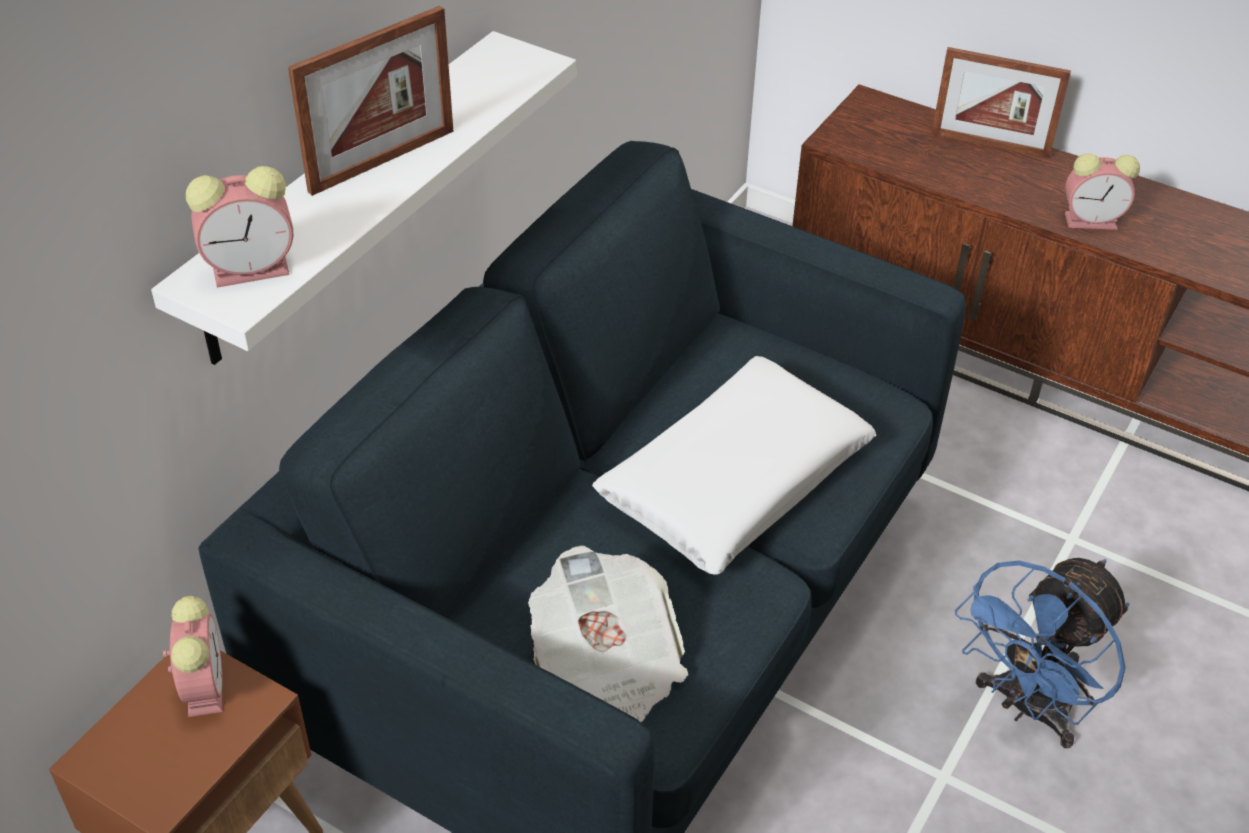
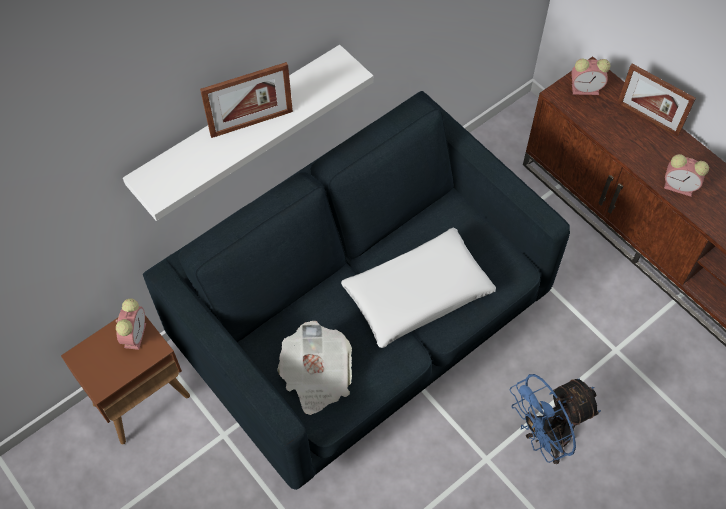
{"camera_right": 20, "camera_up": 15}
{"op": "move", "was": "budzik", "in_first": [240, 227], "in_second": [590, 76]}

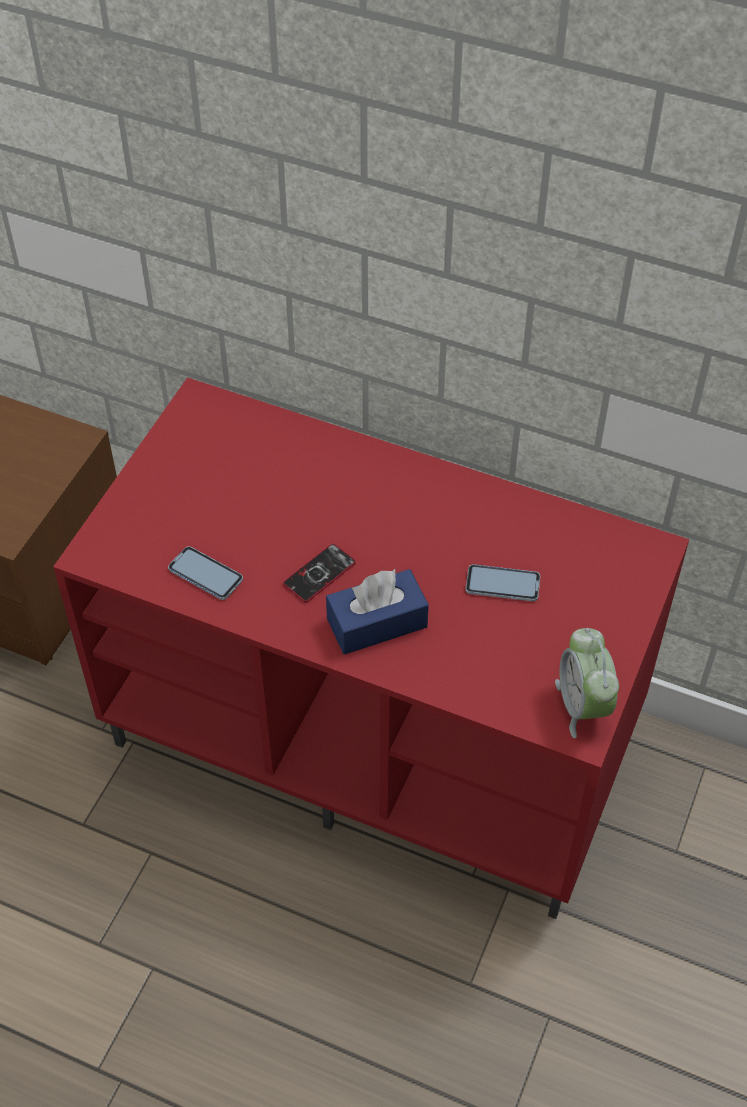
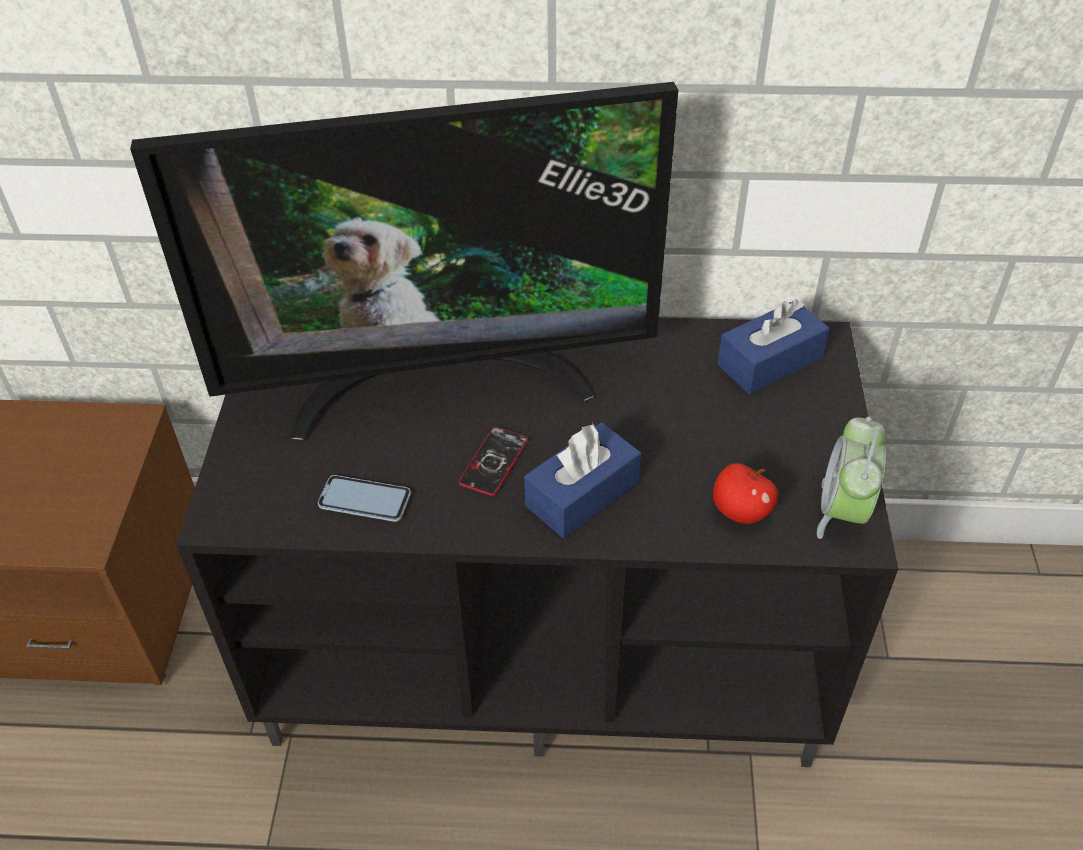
{"camera_right": -20, "camera_up": -5}
{"op": "insert", "now": "telewizor", "in_second": [404, 261]}
{"op": "recolor", "was": "szafka pod telewizor [czerwony]", "now": "szafka pod telewizor [czarny]", "in_first": [371, 648], "in_second": [537, 542]}
{"op": "insert", "now": "jabłko", "in_second": [745, 493]}
{"op": "insert", "now": "pudełko chusteczek [niebieski]", "in_second": [773, 346]}
{"op": "rotate", "was": "budzik", "in_first": [587, 683], "in_second": [851, 478], "clockwise": 45}
{"op": "delete", "was": "telefon", "in_first": [502, 582]}

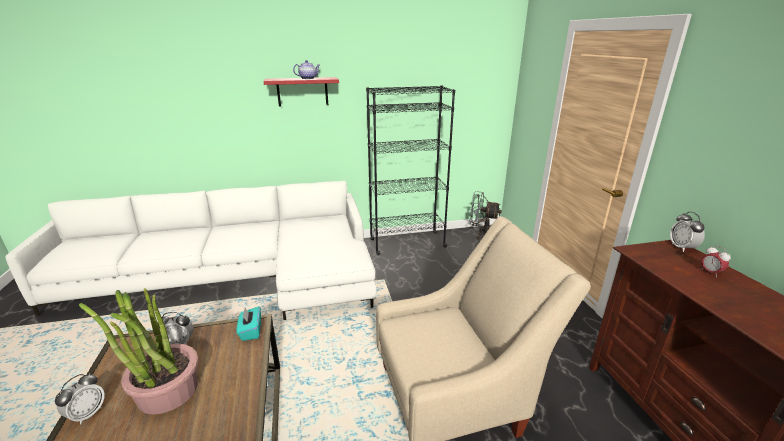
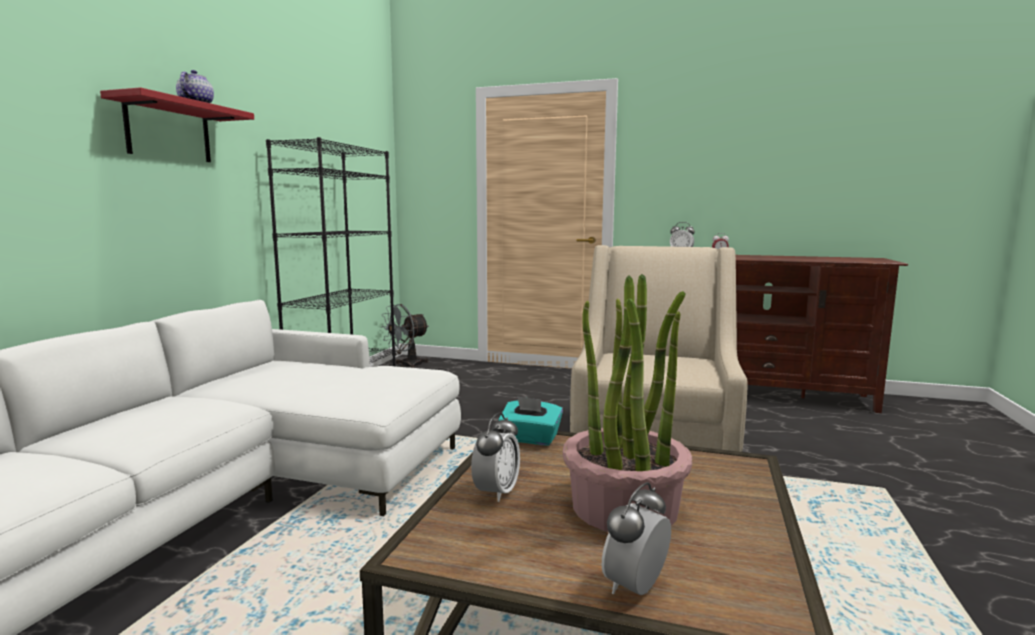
{"camera_right": -60, "camera_up": -15}
{"op": "rotate", "was": "budzik", "in_first": [80, 399], "in_second": [636, 538], "clockwise": -105}

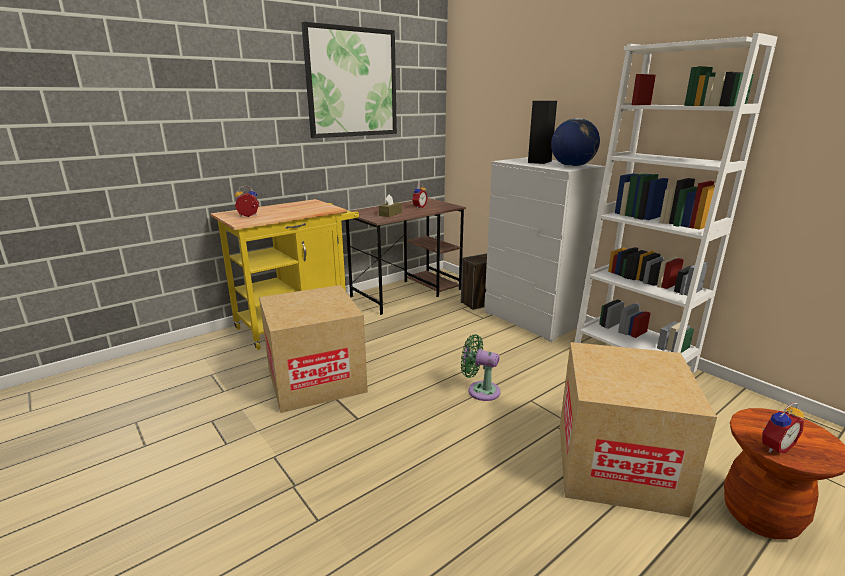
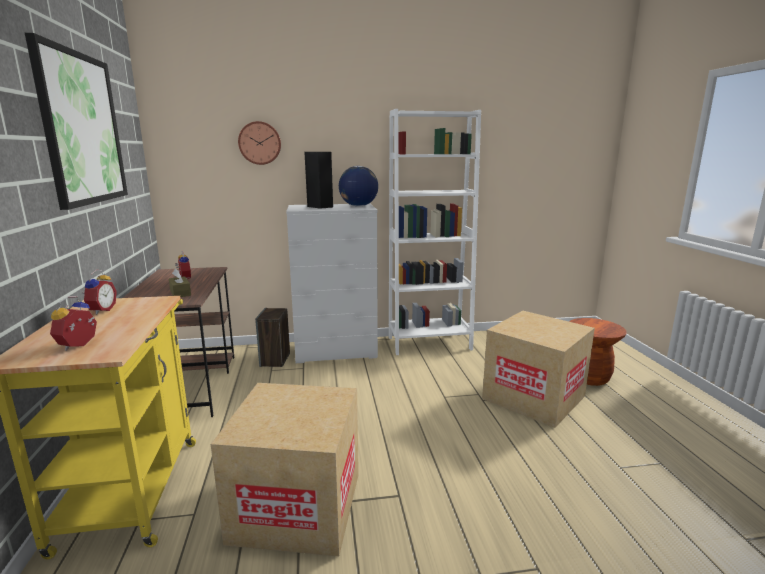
{"camera_right": -60, "camera_up": -5}
{"op": "move", "was": "budzik", "in_first": [783, 428], "in_second": [100, 292]}
{"op": "insert", "now": "zegar ścienny", "in_second": [259, 143]}
{"op": "delete", "was": "wentylator [zielony]", "in_first": [481, 367]}

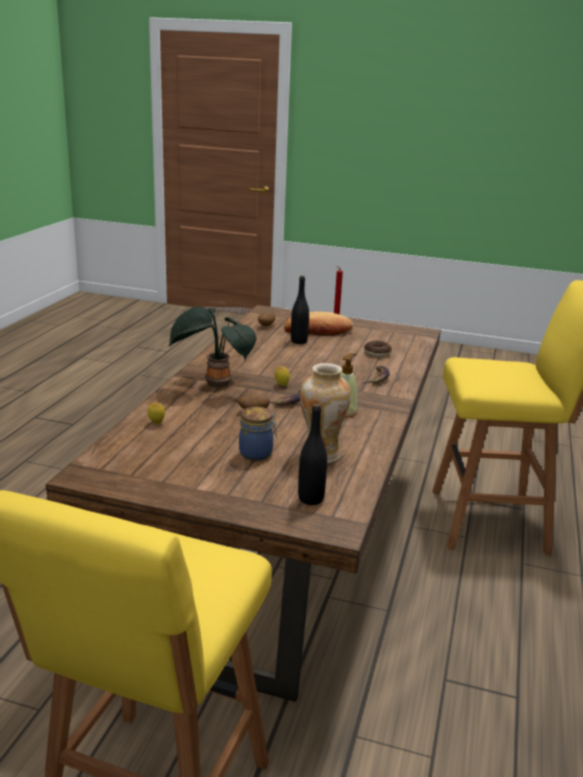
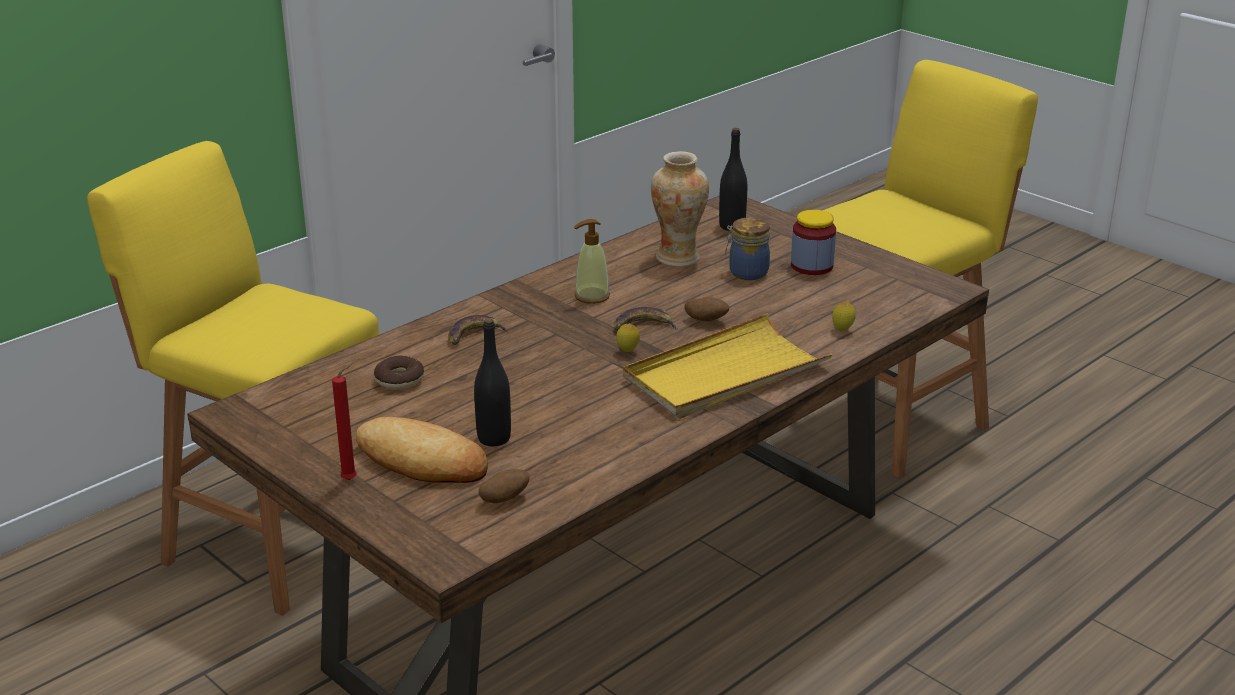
{"camera_right": -150, "camera_up": 5}
{"op": "replace", "was": "roślina doniczkowa", "now": "taca [żółty]", "in_first": [212, 347], "in_second": [727, 366]}
{"op": "insert", "now": "słoik", "in_second": [813, 242]}

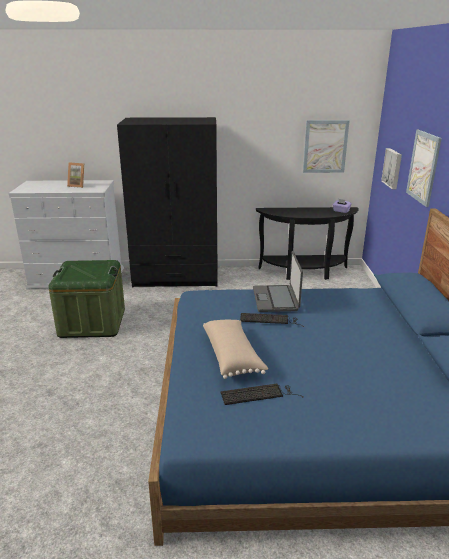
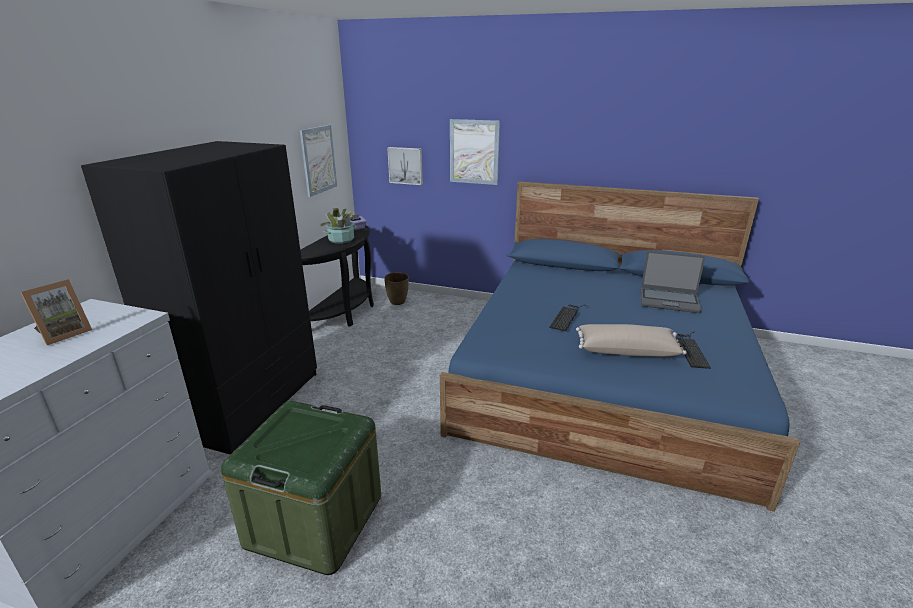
{"camera_right": -70, "camera_up": 0}
{"op": "insert", "now": "roślina doniczkowa", "in_second": [338, 225]}
{"op": "insert", "now": "wazon [brązowy]", "in_second": [396, 288]}
{"op": "move", "was": "laptop", "in_first": [278, 281], "in_second": [673, 282]}

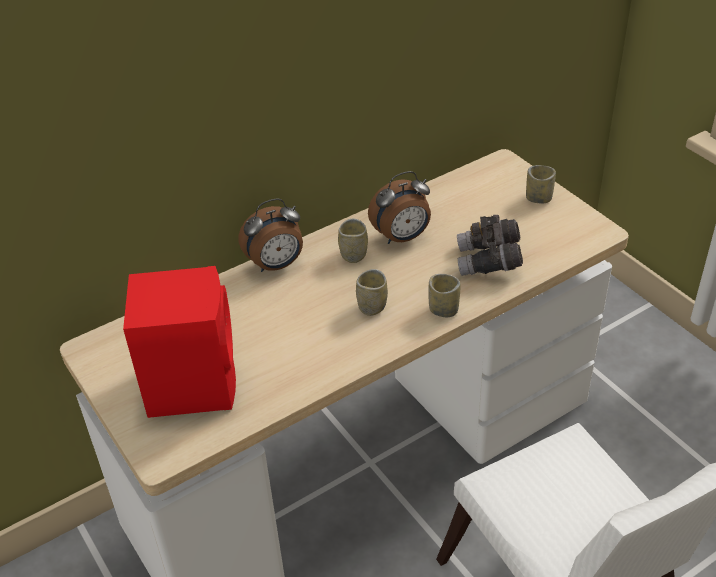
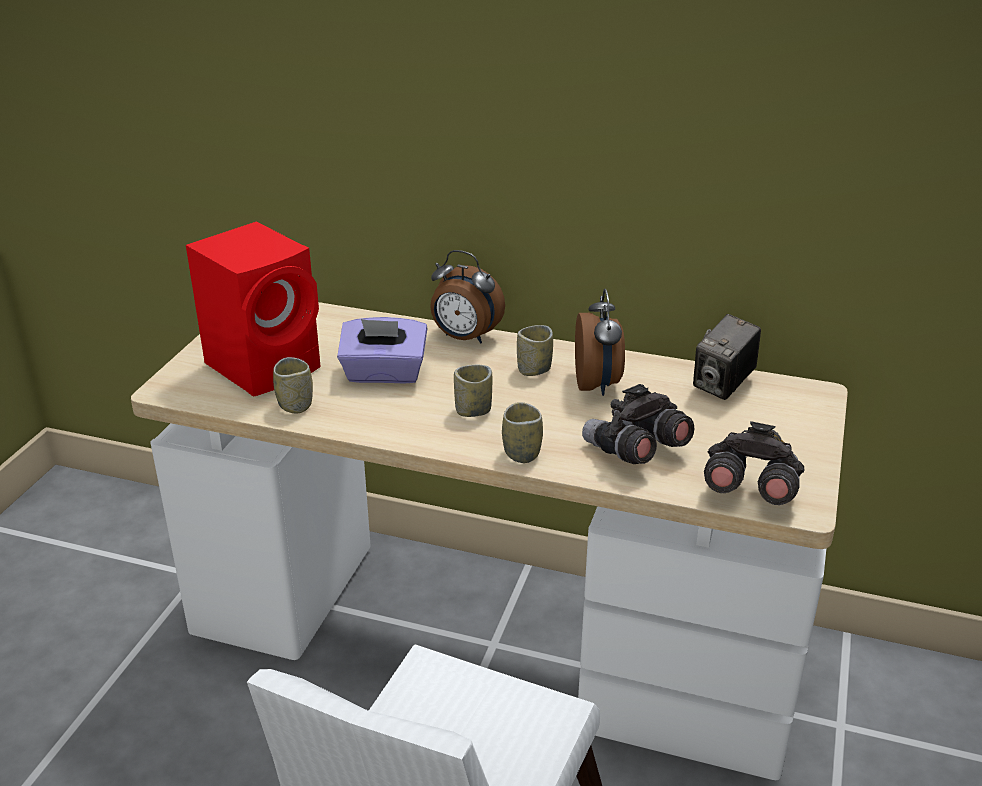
{"camera_right": 50, "camera_up": -10}
{"op": "move", "was": "filiżanka", "in_first": [541, 184], "in_second": [293, 385]}
{"op": "insert", "now": "pudełko chusteczek [fioletowy]", "in_second": [382, 350]}
{"op": "rotate", "was": "budzik", "in_first": [399, 207], "in_second": [600, 342], "clockwise": -120}
{"op": "insert", "now": "aparat fotograficzny", "in_second": [727, 357]}
{"op": "insert", "now": "lornetka [szary]", "in_second": [754, 463]}

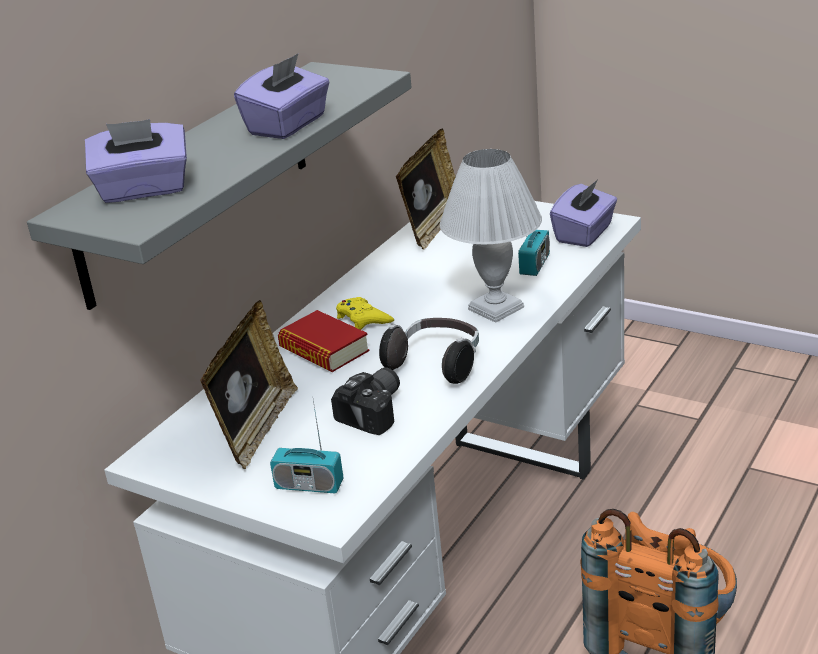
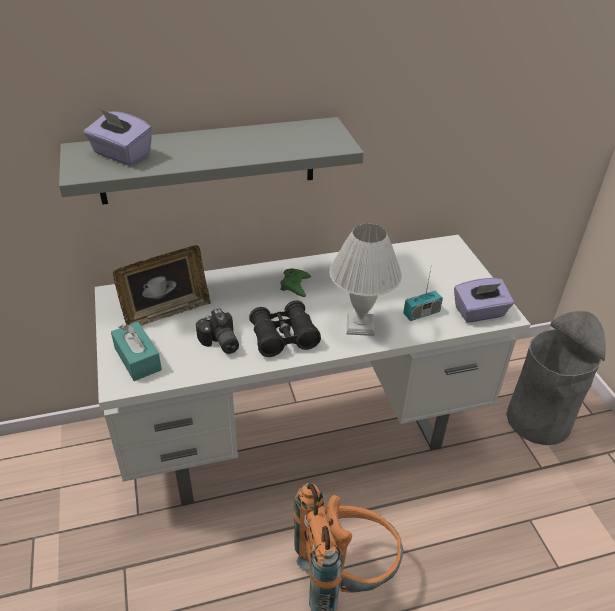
{"camera_right": 40, "camera_up": 10}
{"op": "replace", "was": "radio", "now": "pudełko chusteczek [turkusowy]", "in_first": [307, 446], "in_second": [136, 351]}
{"op": "rotate", "was": "aparat fotograficzny", "in_first": [365, 401], "in_second": [217, 331], "clockwise": 75}
{"op": "replace", "was": "słuchawki", "now": "lornetka [czarny]", "in_first": [429, 351], "in_second": [285, 328]}
{"op": "recolor", "was": "pad do gier [żółty]", "now": "pad do gier [zielony]", "in_first": [365, 313], "in_second": [295, 282]}
{"op": "insert", "now": "kosz na śmieci [szary]", "in_second": [556, 378]}
{"op": "delete", "was": "pudełko chusteczek [fioletowy]", "in_first": [282, 96]}
{"op": "delete", "was": "książka", "in_first": [324, 341]}
{"op": "delete", "was": "ramka na zdjęcie", "in_first": [426, 189]}

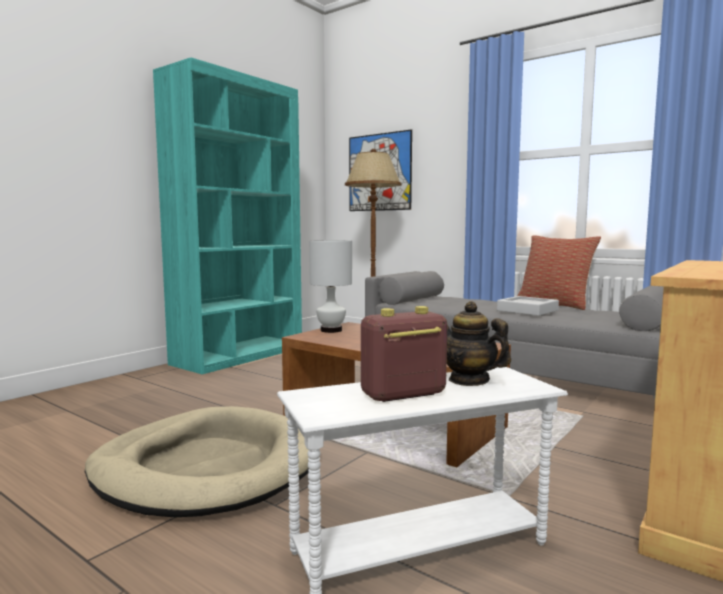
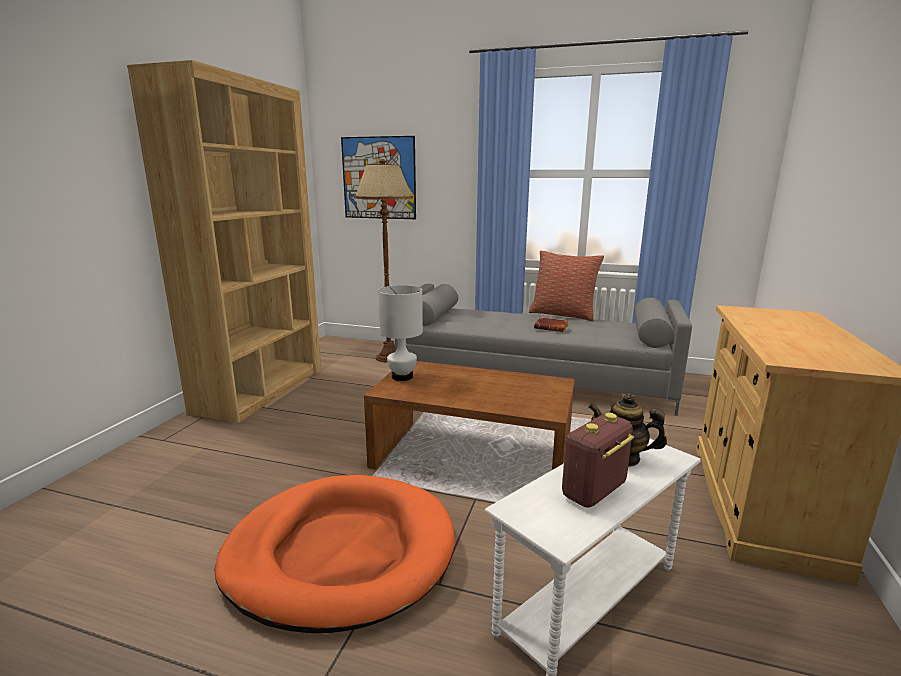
{"camera_right": -20, "camera_up": 10}
{"op": "recolor", "was": "regał [turkusowy]", "now": "regał [brązowy]", "in_first": [227, 215], "in_second": [224, 241]}
{"op": "recolor", "was": "legowisko [beżowy]", "now": "legowisko [pomarańczowy]", "in_first": [197, 461], "in_second": [335, 554]}
{"op": "replace", "was": "taca [szary]", "now": "książka [brązowy]", "in_first": [528, 306], "in_second": [551, 324]}

